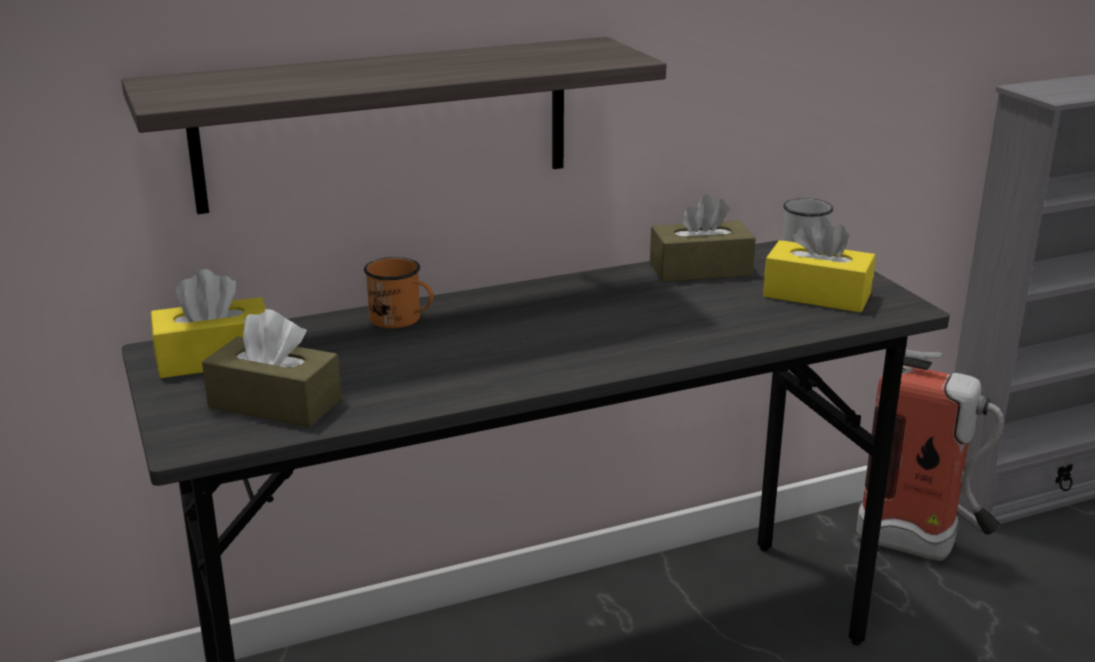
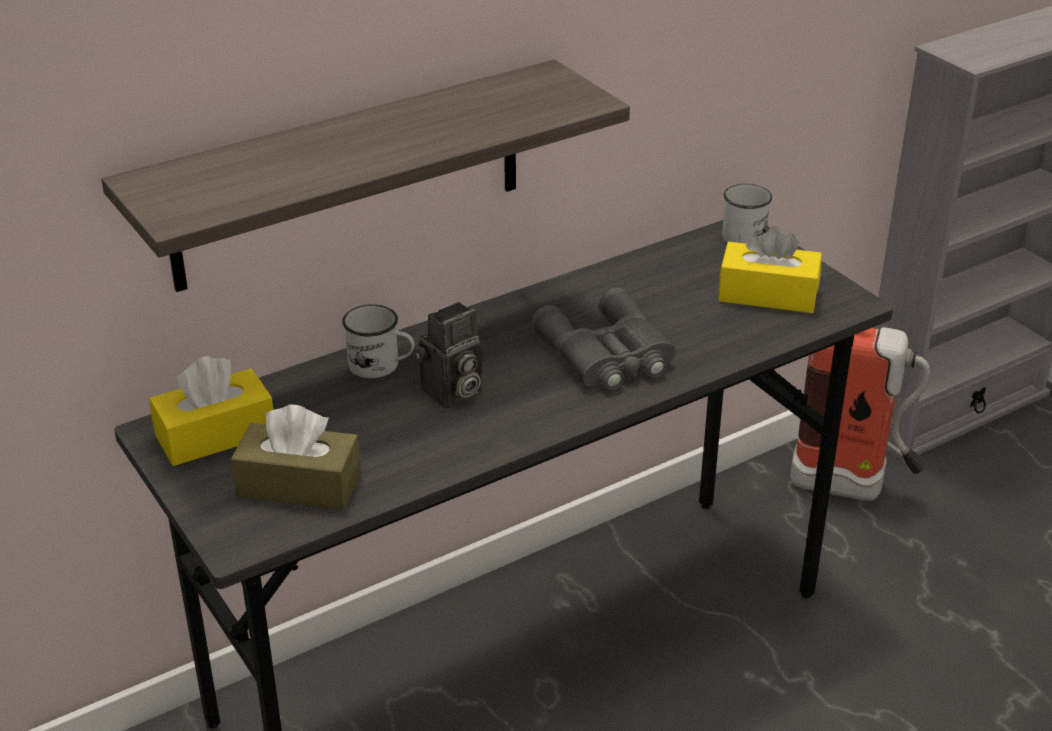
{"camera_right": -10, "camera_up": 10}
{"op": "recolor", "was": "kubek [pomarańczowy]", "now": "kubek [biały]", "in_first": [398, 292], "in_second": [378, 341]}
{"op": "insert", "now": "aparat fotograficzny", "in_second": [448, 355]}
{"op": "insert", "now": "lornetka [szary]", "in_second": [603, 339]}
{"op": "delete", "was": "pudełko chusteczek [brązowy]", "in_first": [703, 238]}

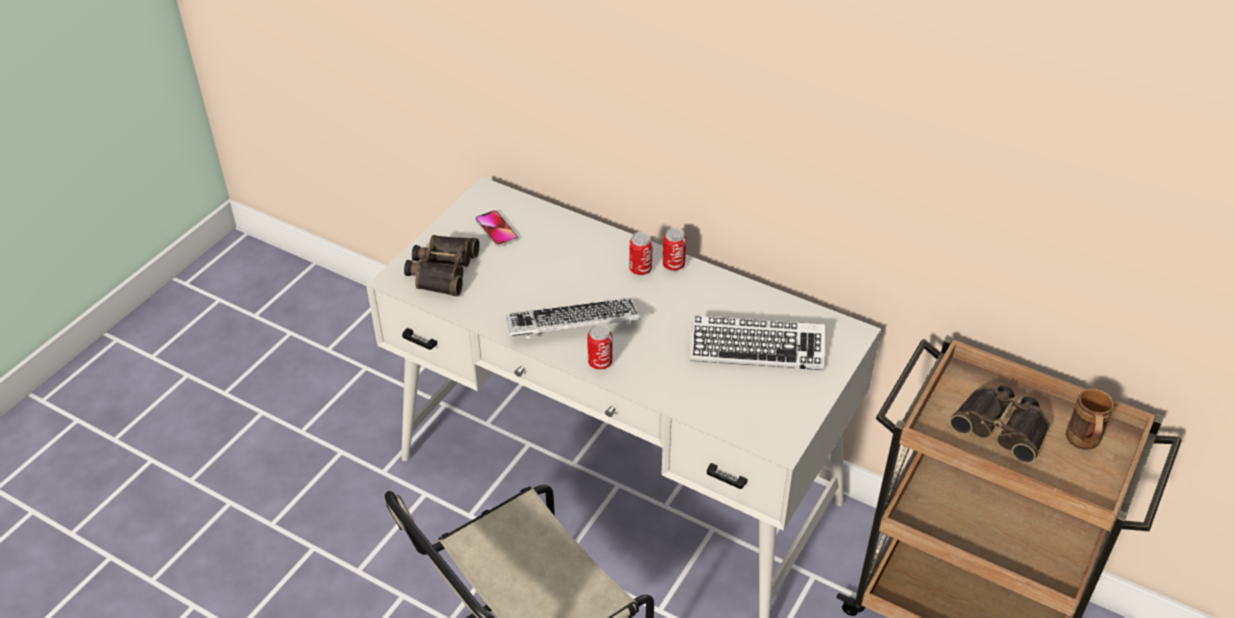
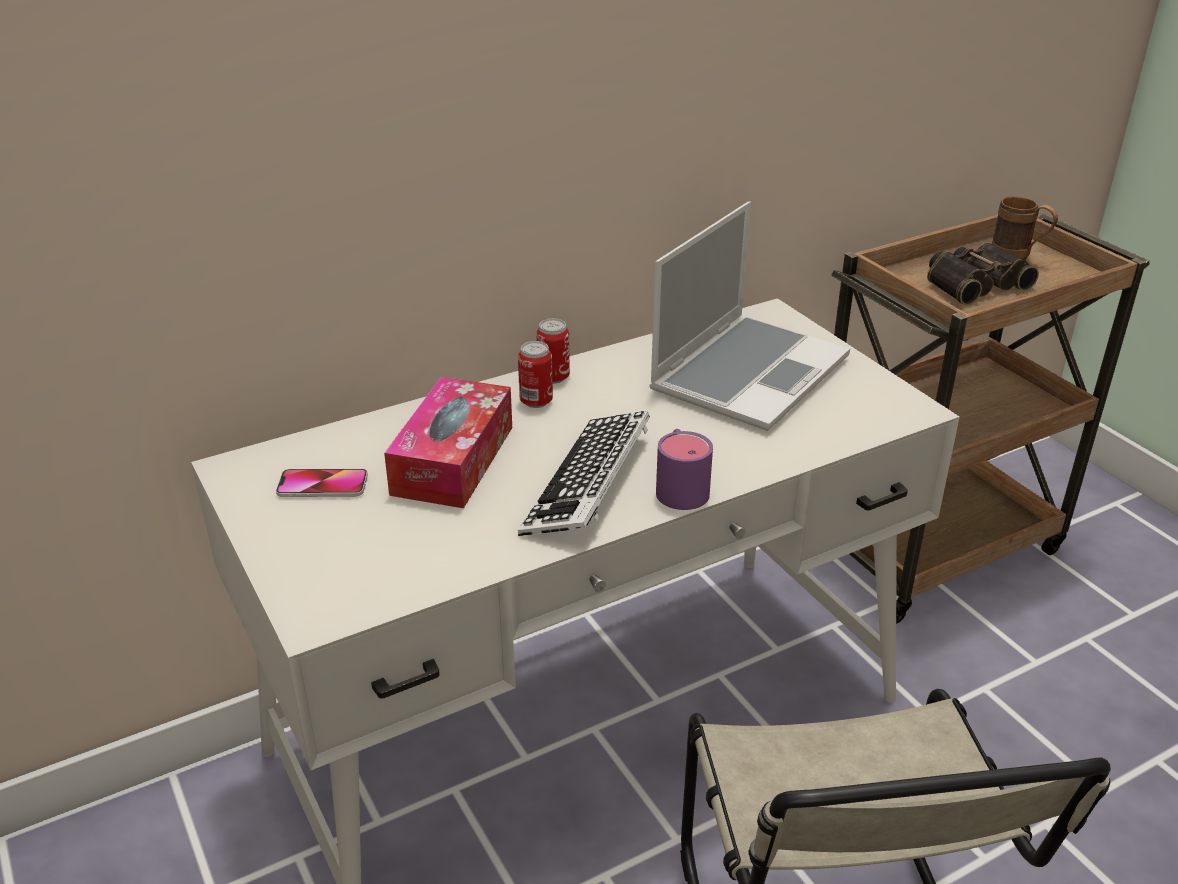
{"camera_right": -60, "camera_up": -10}
{"op": "insert", "now": "pudełko chusteczek", "in_second": [448, 442]}
{"op": "replace", "was": "klawiatura", "now": "laptop", "in_first": [757, 342], "in_second": [749, 316]}
{"op": "replace", "was": "puszka", "now": "kubek [fioletowy]", "in_first": [599, 347], "in_second": [684, 469]}
{"op": "delete", "was": "lornetka", "in_first": [442, 266]}

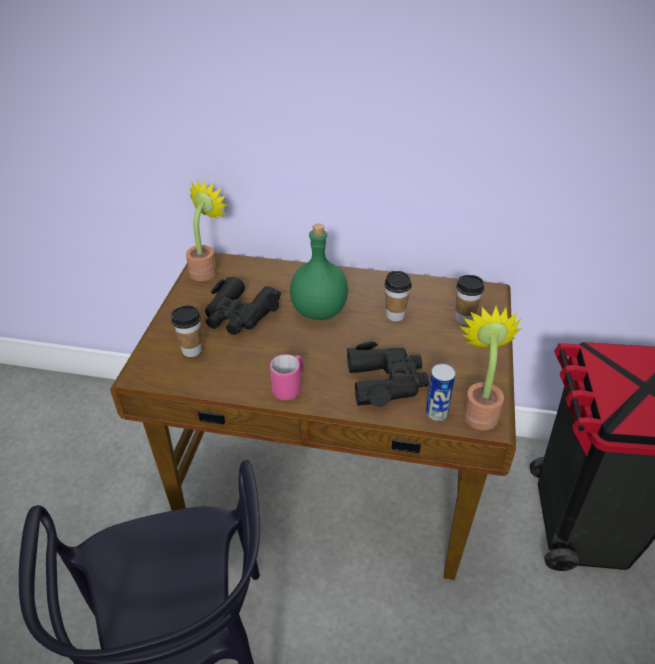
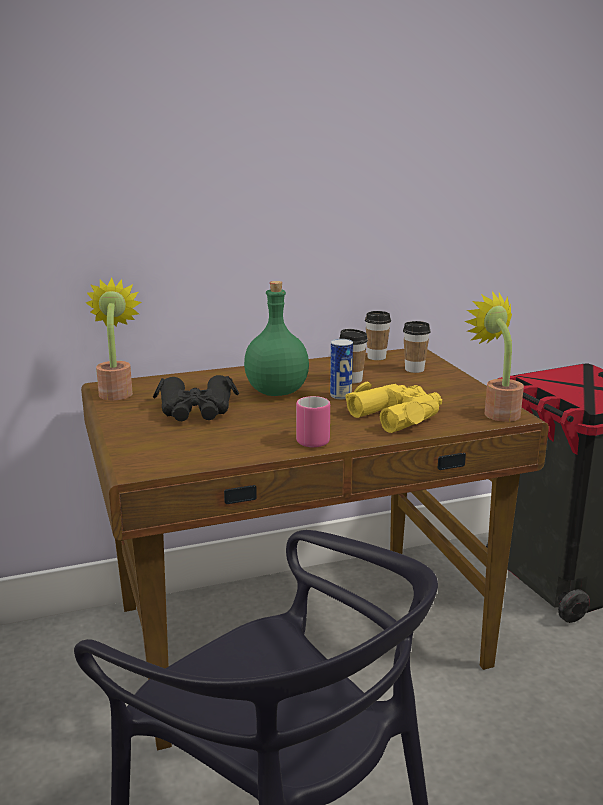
{"camera_right": -30, "camera_up": -20}
{"op": "move", "was": "puszka", "in_first": [441, 392], "in_second": [341, 369]}
{"op": "recolor", "was": "lornetka [czarny]", "now": "lornetka [żółty]", "in_first": [388, 374], "in_second": [394, 407]}
{"op": "move", "was": "filiżanka", "in_first": [186, 331], "in_second": [378, 335]}

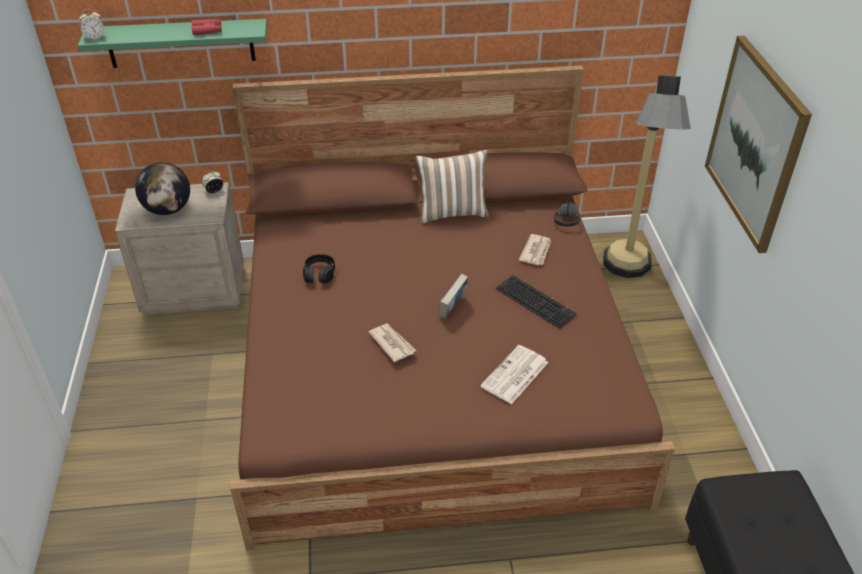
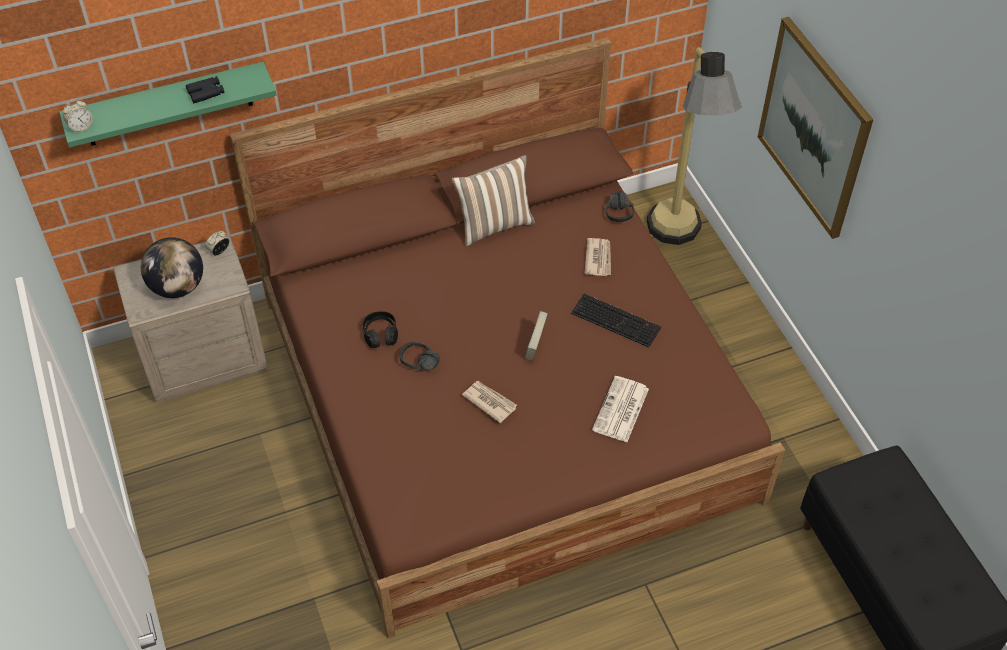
{"camera_right": -15, "camera_up": 10}
{"op": "recolor", "was": "lornetka [czerwony]", "now": "lornetka [czarny]", "in_first": [207, 27], "in_second": [205, 89]}
{"op": "insert", "now": "słuchawki [czarny]", "in_second": [419, 356]}

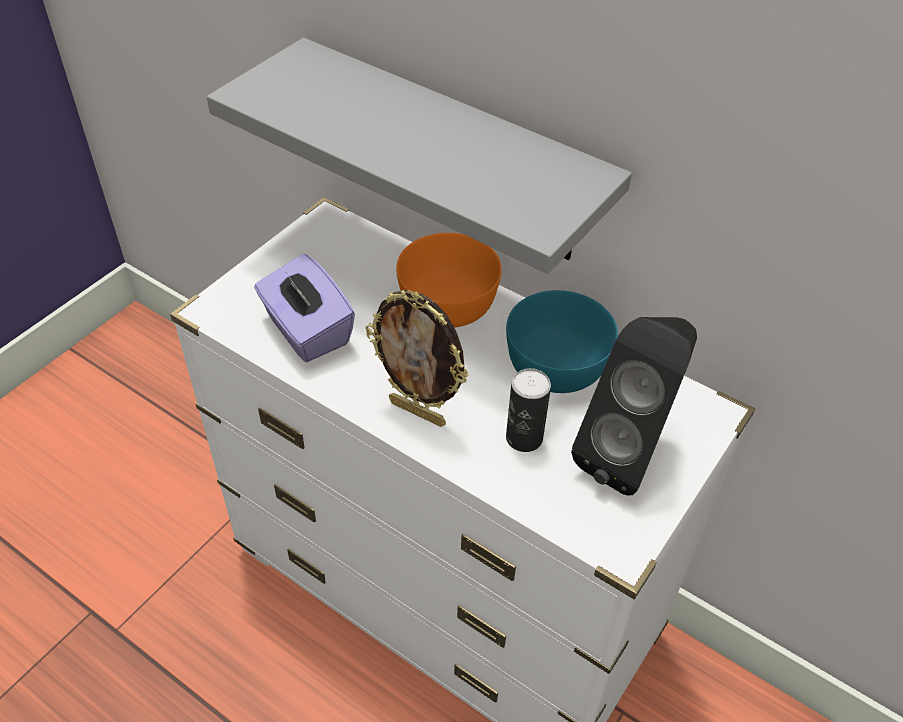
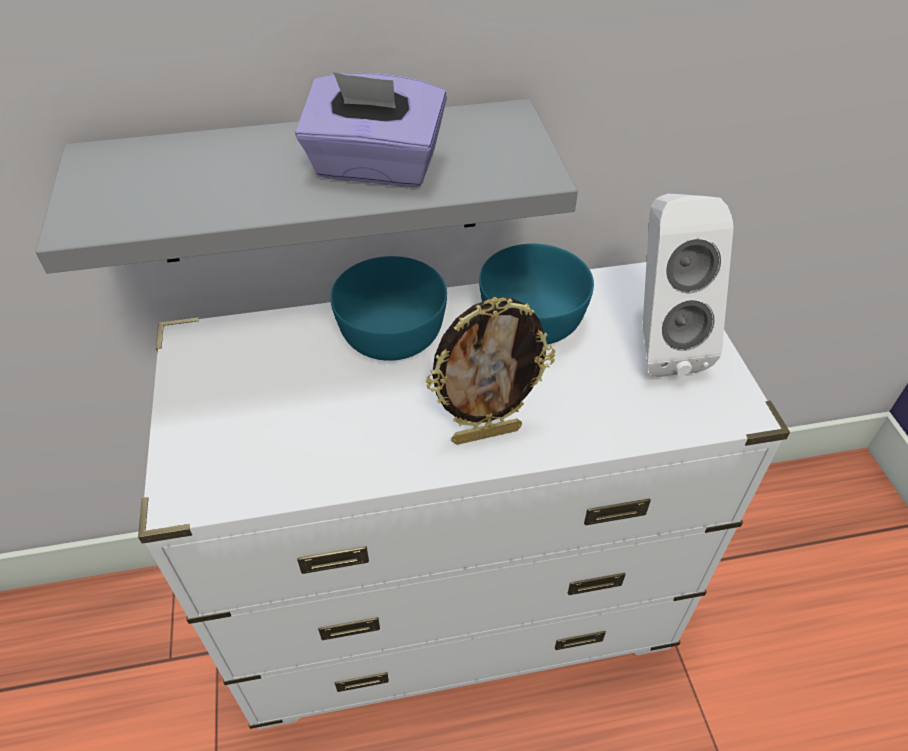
{"camera_right": -45, "camera_up": 0}
{"op": "move", "was": "pudełko chusteczek [fioletowy]", "in_first": [304, 308], "in_second": [371, 129]}
{"op": "recolor", "was": "miska [pomarańczowy]", "now": "miska [turkusowy]", "in_first": [449, 280], "in_second": [388, 308]}
{"op": "recolor", "was": "głośnik [czarny]", "now": "głośnik [biały]", "in_first": [634, 406], "in_second": [688, 285]}
{"op": "delete", "was": "puszka", "in_first": [528, 410]}

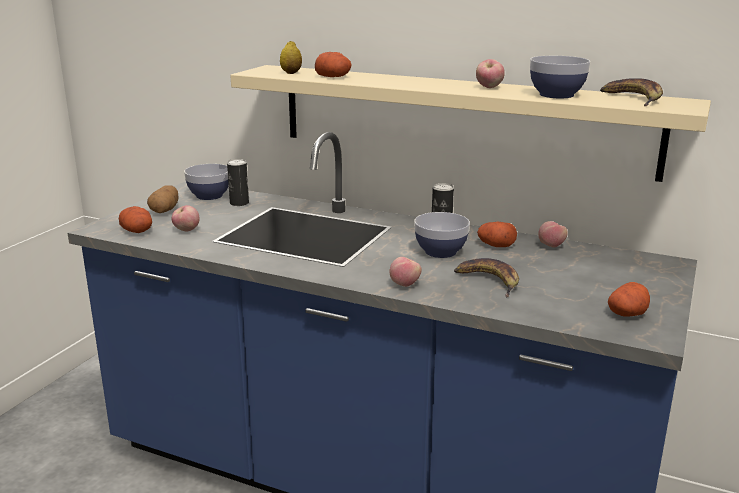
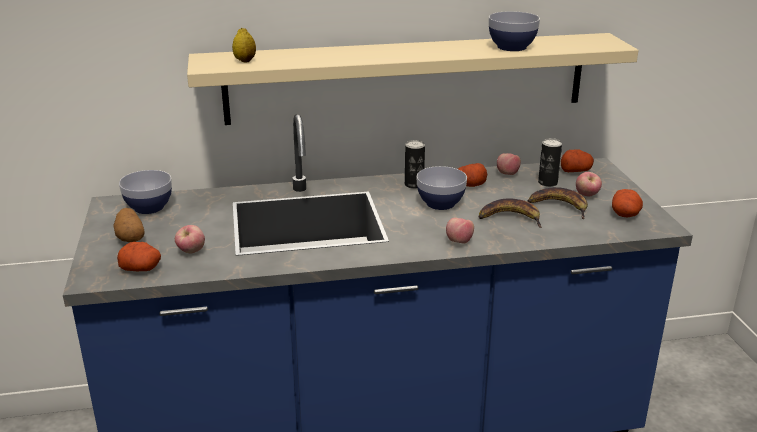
{"camera_right": -35, "camera_up": 5}
{"op": "move", "was": "banan", "in_first": [631, 92], "in_second": [557, 203]}
{"op": "move", "was": "puszka", "in_first": [238, 182], "in_second": [550, 162]}
{"op": "move", "was": "ziemniak", "in_first": [333, 64], "in_second": [577, 160]}
{"op": "move", "was": "jabłko", "in_first": [490, 73], "in_second": [589, 184]}

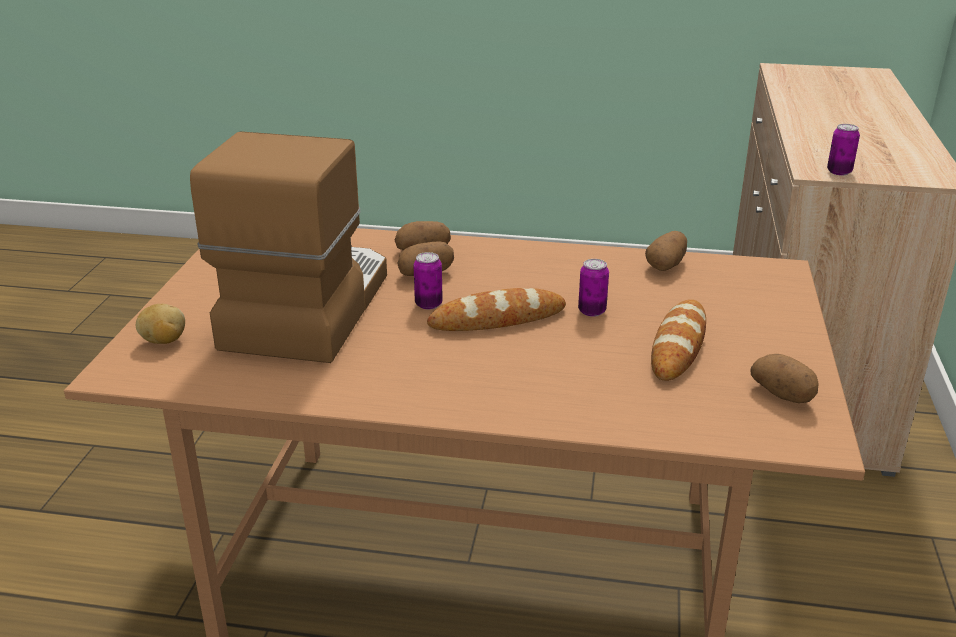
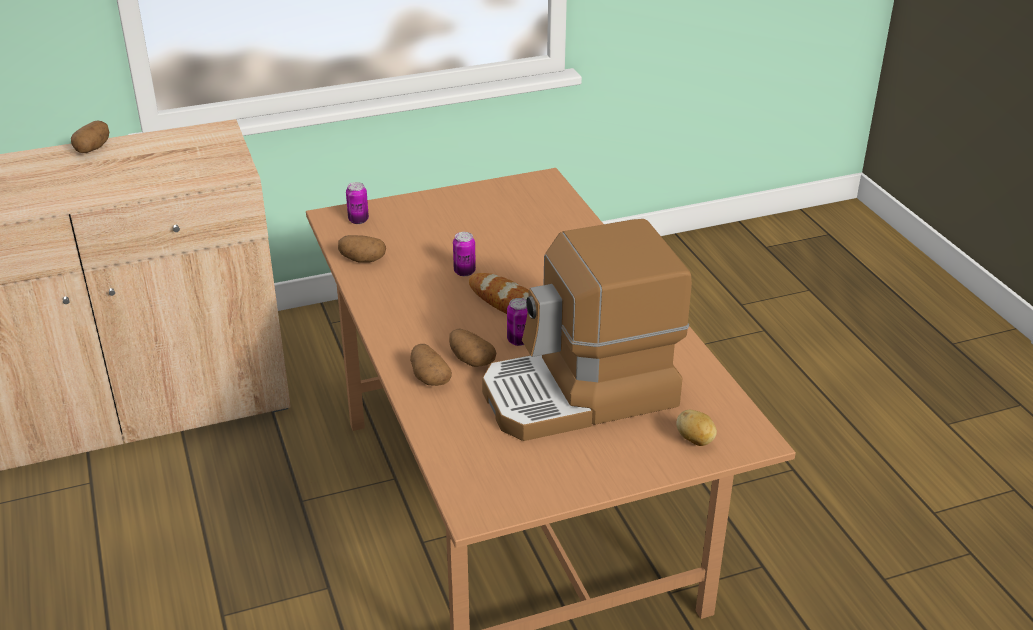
{"camera_right": -120, "camera_up": 5}
{"op": "move", "was": "ziemniak", "in_first": [784, 378], "in_second": [90, 137]}
{"op": "move", "was": "puszka", "in_first": [843, 149], "in_second": [357, 203]}
{"op": "delete", "was": "chleb", "in_first": [678, 340]}

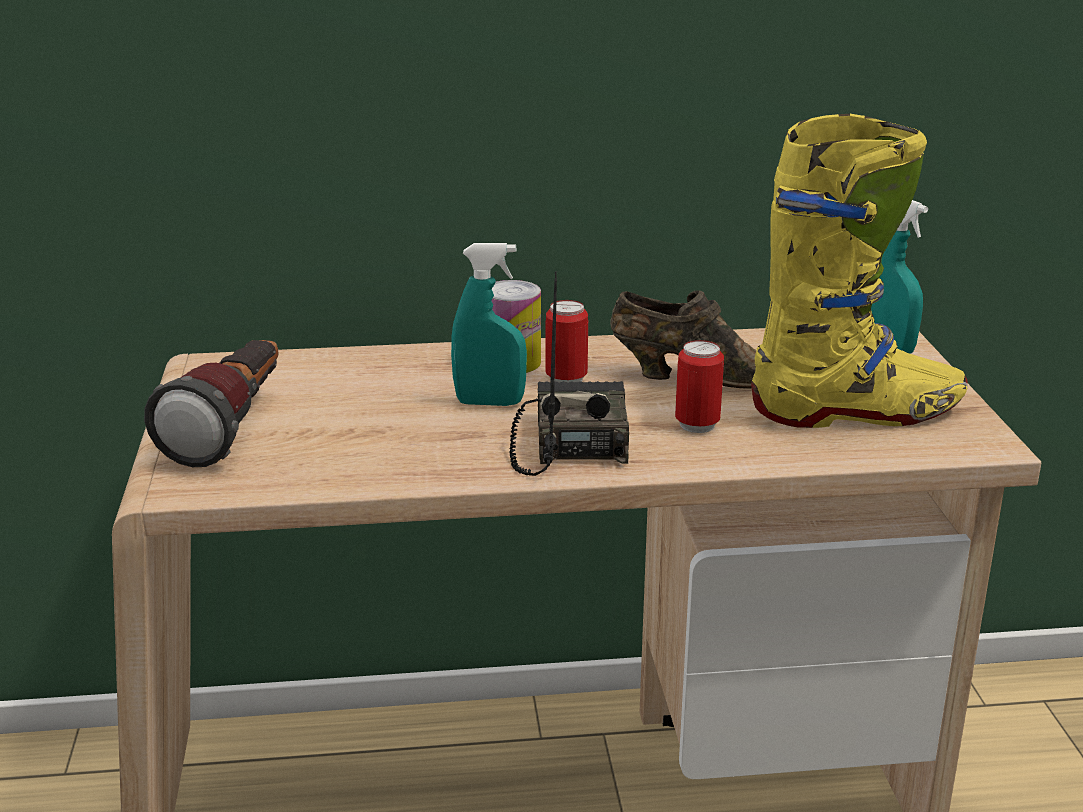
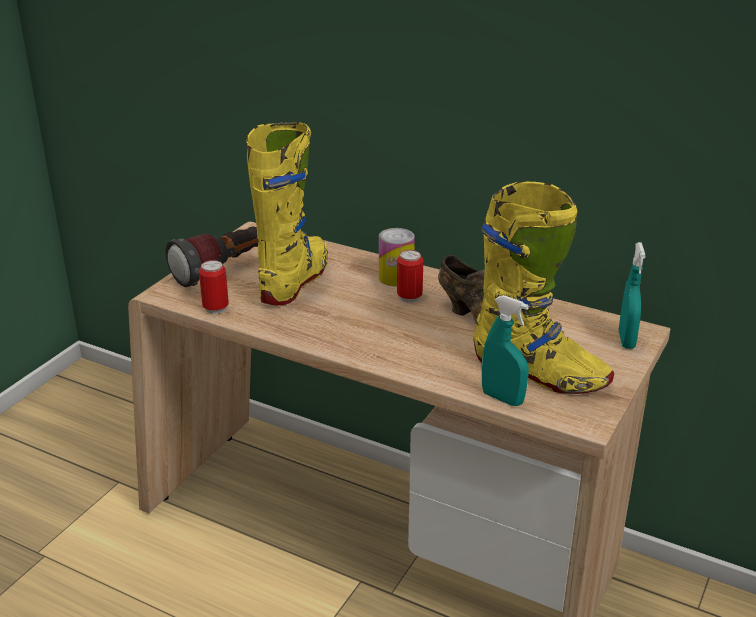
{"camera_right": 35, "camera_up": 5}
{"op": "move", "was": "puszka", "in_first": [699, 386], "in_second": [214, 287]}
{"op": "insert", "now": "but z cholewką [żółty]", "in_second": [287, 214]}
{"op": "move", "was": "spryskiwacz [turkusowy]", "in_first": [489, 324], "in_second": [505, 350]}
{"op": "delete", "was": "radio", "in_first": [569, 374]}

